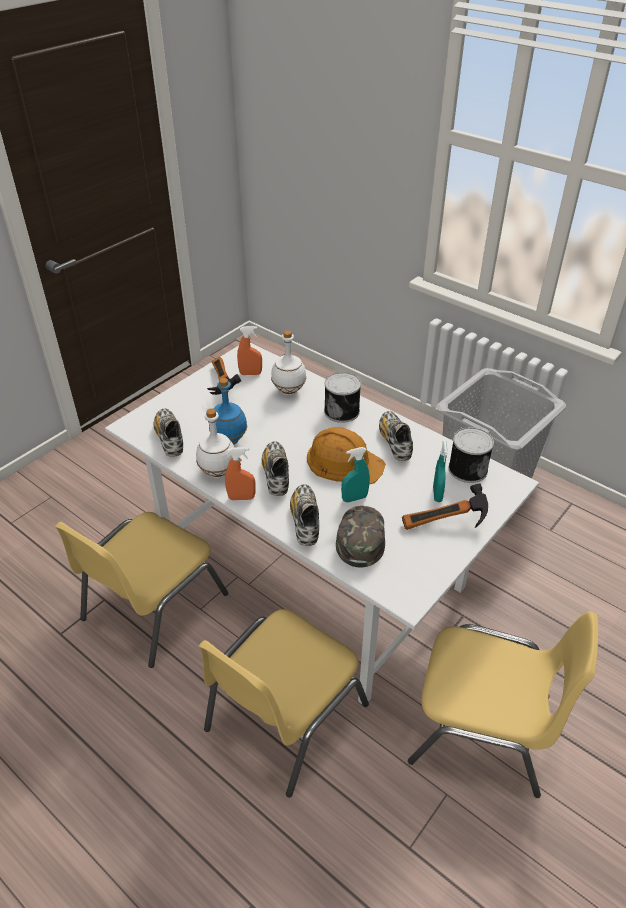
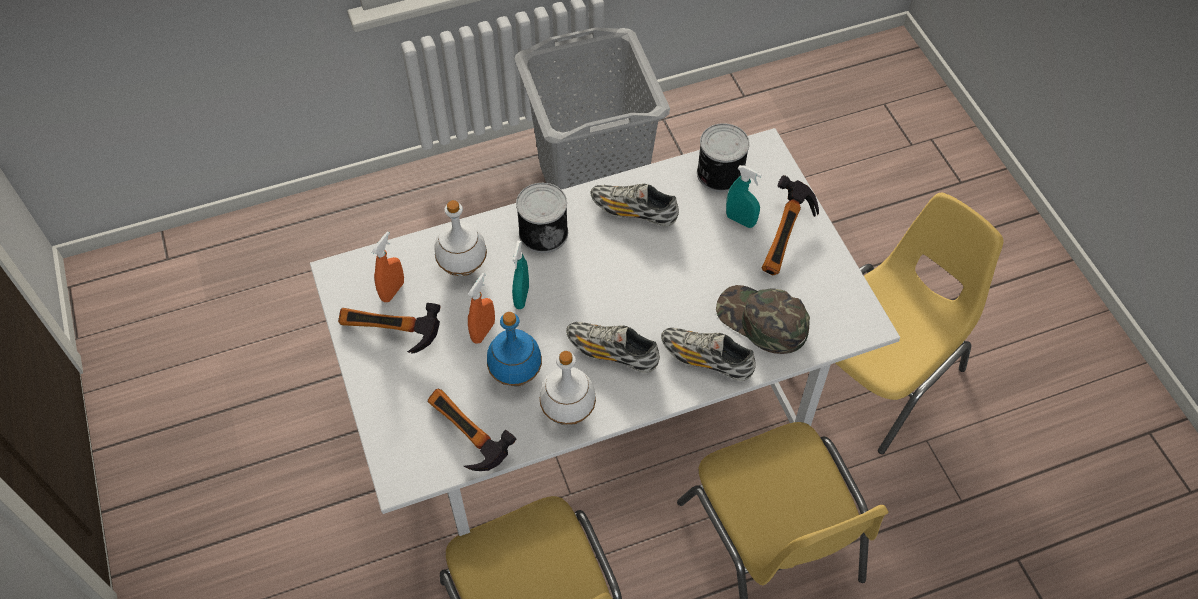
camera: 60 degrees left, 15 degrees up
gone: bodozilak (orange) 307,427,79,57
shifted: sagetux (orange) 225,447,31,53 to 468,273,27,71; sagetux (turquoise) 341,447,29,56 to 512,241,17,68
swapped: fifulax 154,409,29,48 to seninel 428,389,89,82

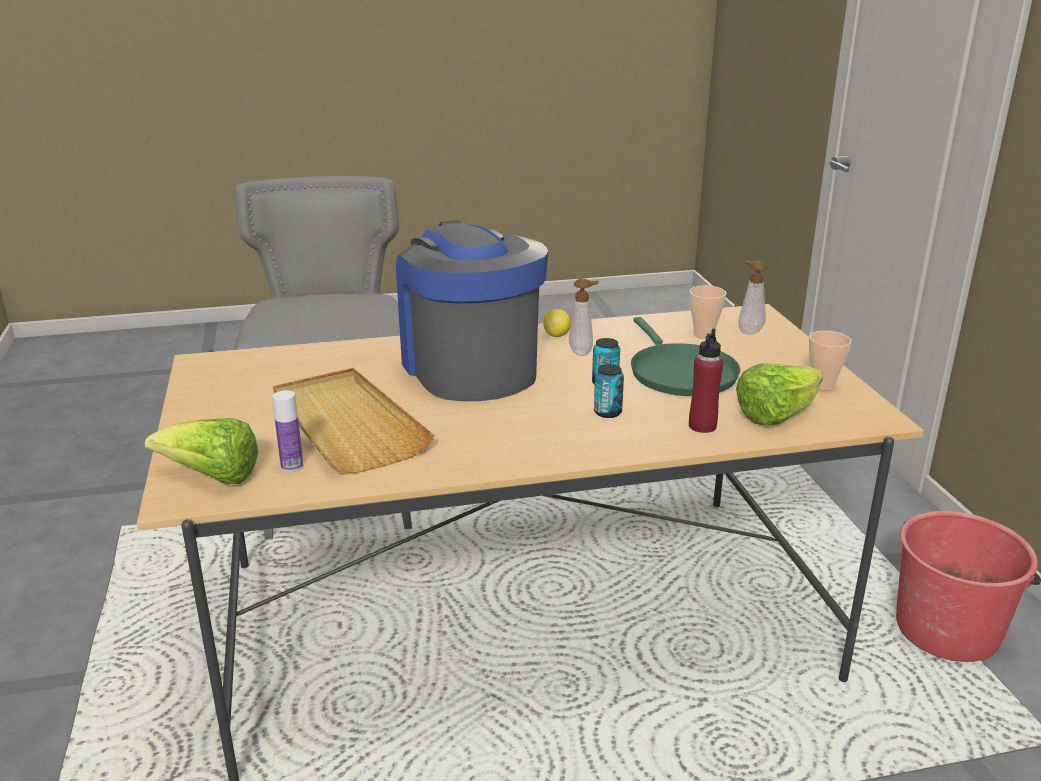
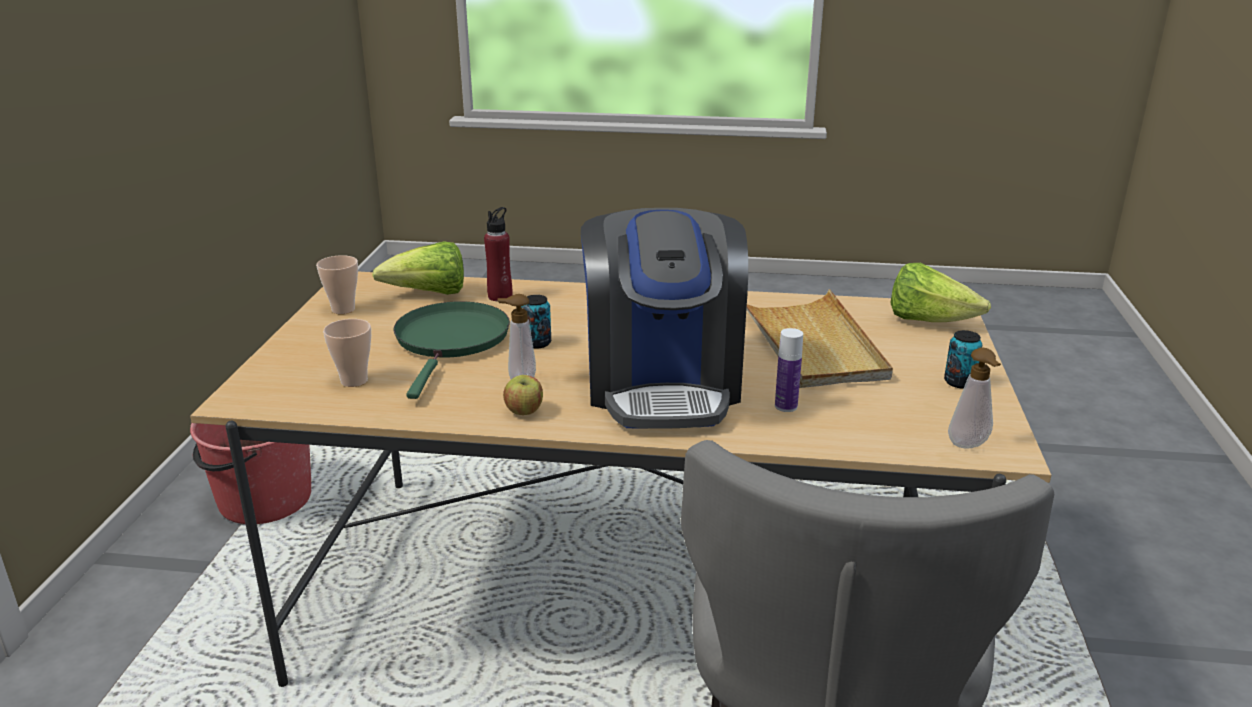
camera: 160 degrees left, 0 degrees up
shifted: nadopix 272,390,32,82 to 775,328,28,84; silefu 594,364,30,54 to 944,330,38,59; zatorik 738,260,28,75 to 948,348,53,101
swapped: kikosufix 543,309,28,28 to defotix 503,375,40,40

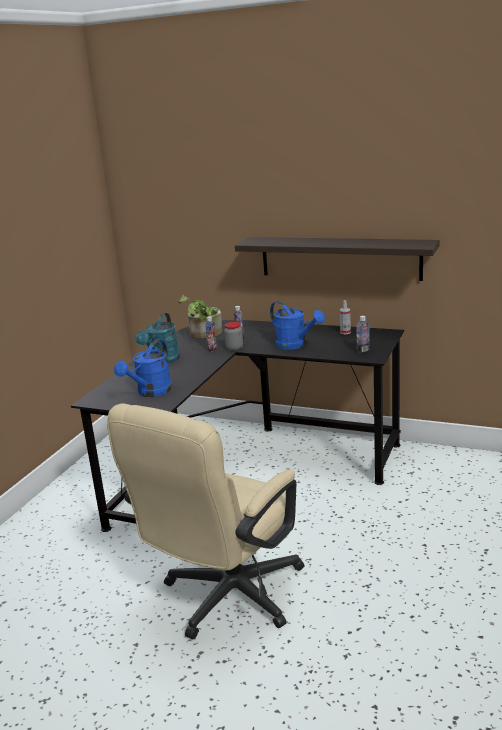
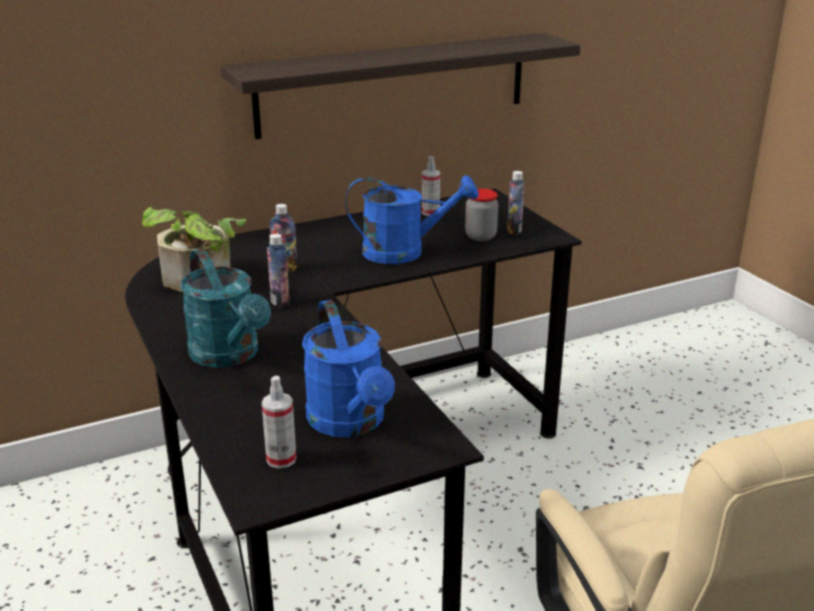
camera: 50 degrees left, 5 degrees up
new: sagetux 262,376,34,93
shifted: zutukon 224,322,19,29 to 465,189,33,52

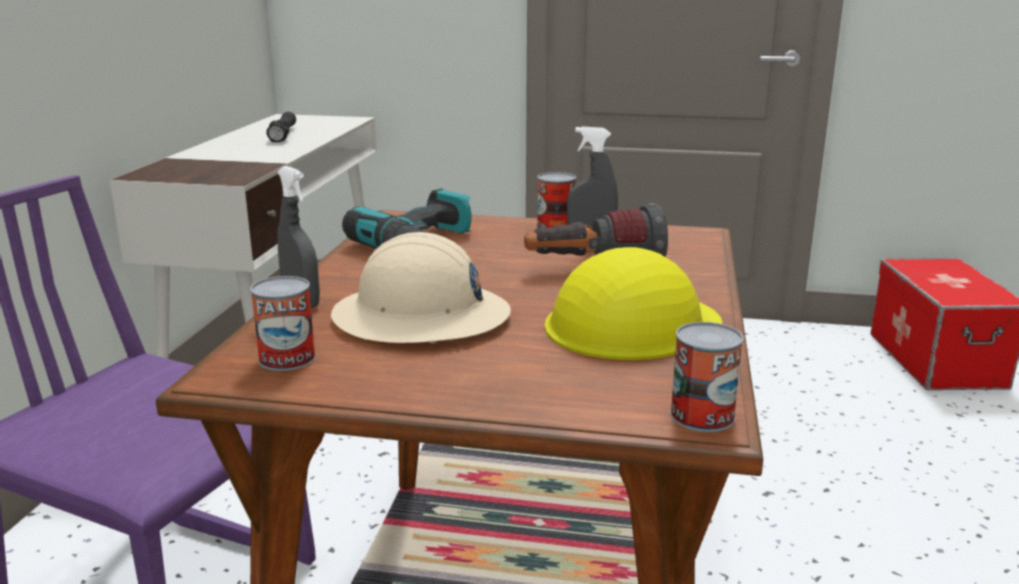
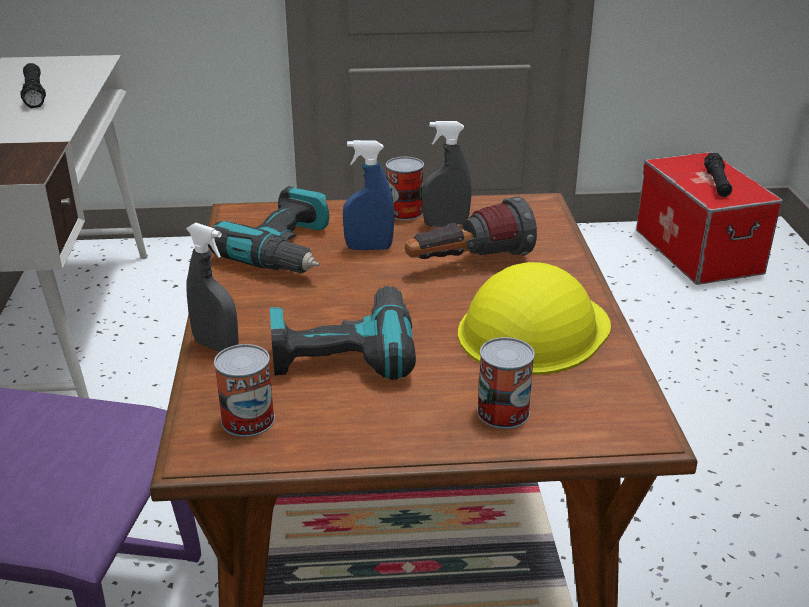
camera: 15 degrees left, 10 degrees up
new: sagetux (blue) 343,140,51,110; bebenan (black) 704,153,28,44
shifted: silefu 670,322,74,110 to 477,337,58,92
swapped: bodozilak (beige) 331,232,180,111 to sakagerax 270,286,146,94

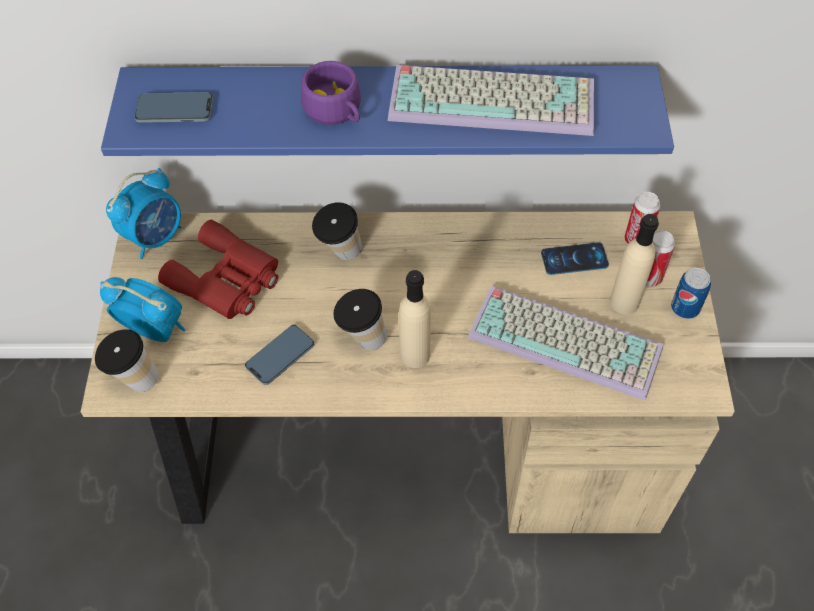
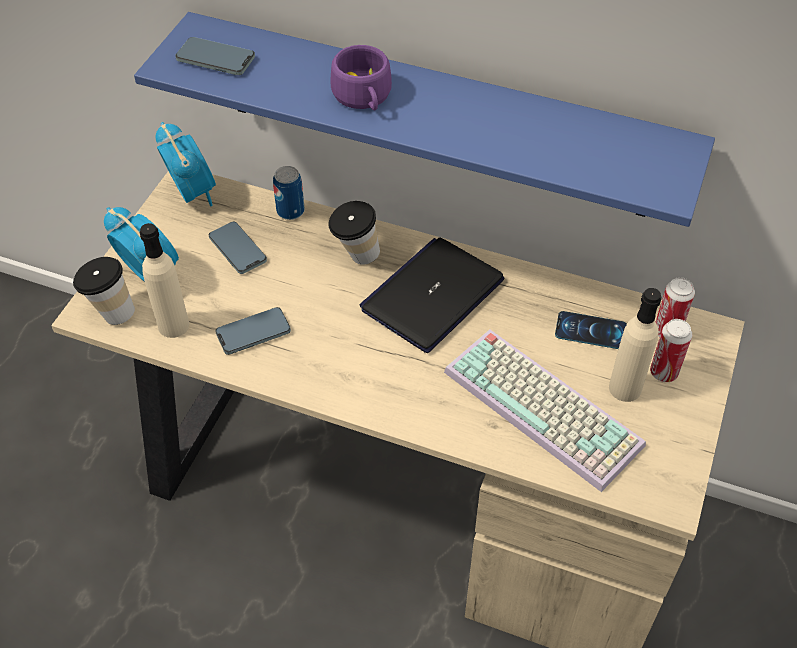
camera: 20 degrees right, 5 degrees down
gone: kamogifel 333,289,54,61; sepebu 388,65,206,71
new: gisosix 360,237,144,116
shifted: nadopix (beige) 399,270,32,98 to 140,223,49,115; silefu 671,268,40,51 to 273,166,32,54
swapped: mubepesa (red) 158,220,120,99 to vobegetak 209,222,58,52
rotated: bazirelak 106,168,75,91 = 156,122,60,84 90 degrees counterclockwise

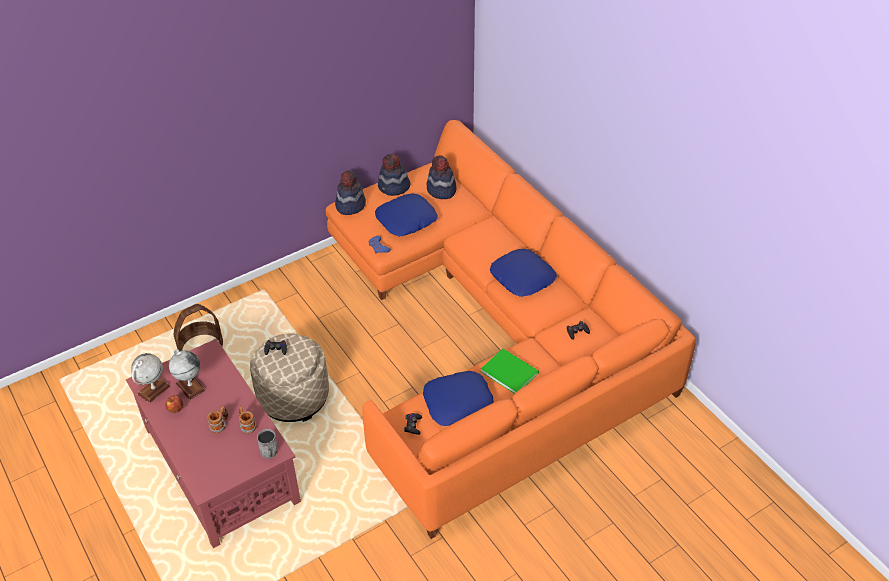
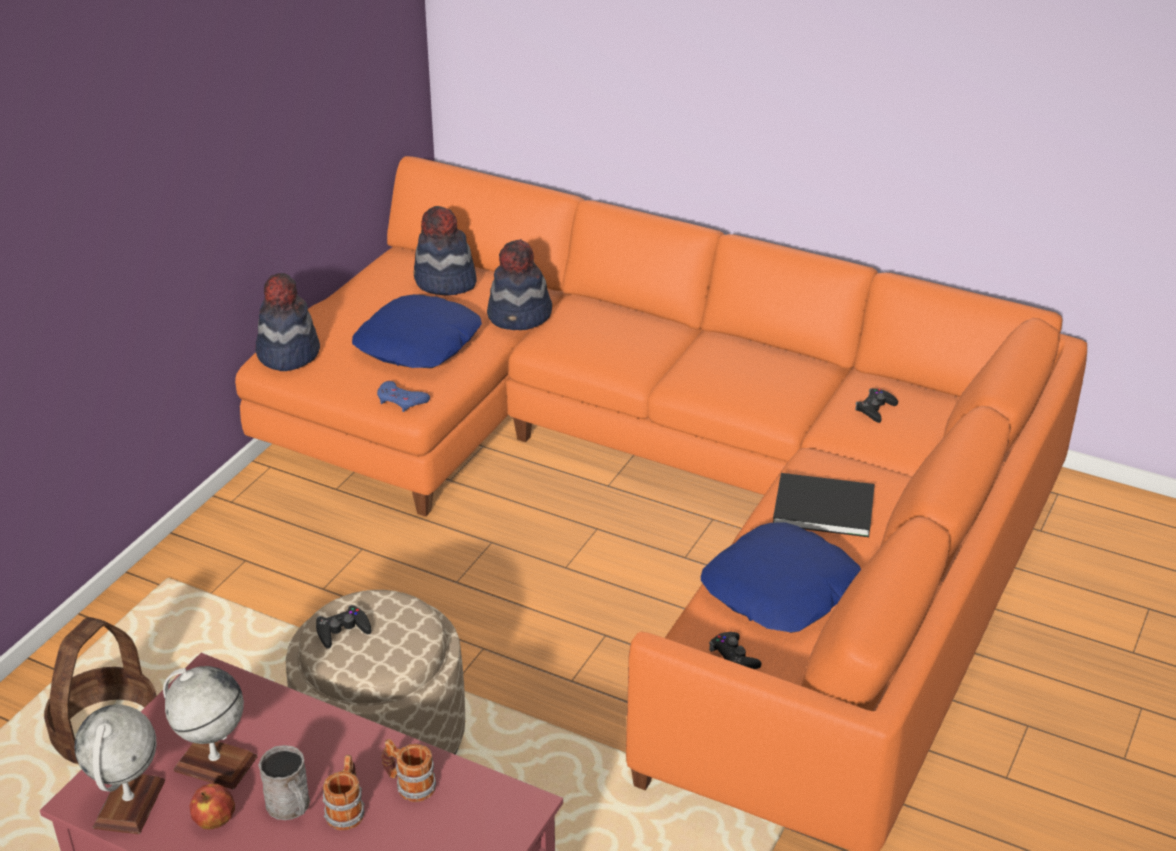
camera: 30 degrees left, 10 degrees down
gone: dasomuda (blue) 490,249,67,48
shifted: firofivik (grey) 257,429,21,30 to 258,745,52,75; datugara 378,154,33,42 to 487,239,65,91
repainted: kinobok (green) 480,349,59,45 to kinobok (black) 773,473,102,64

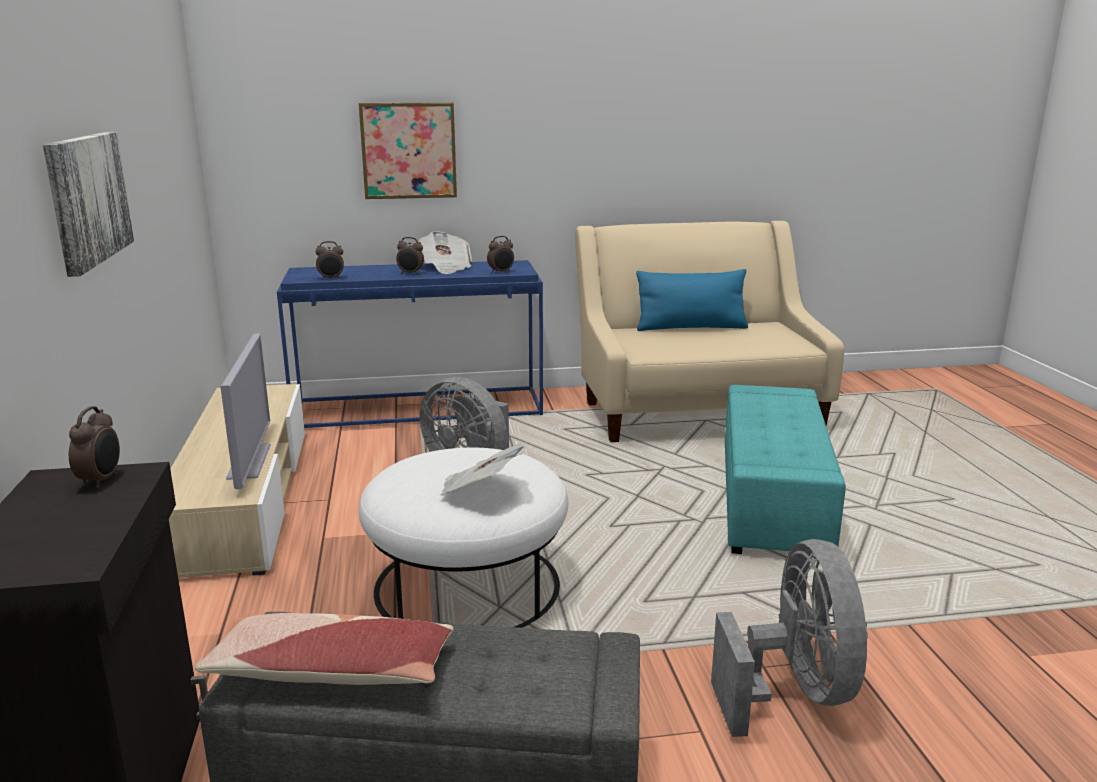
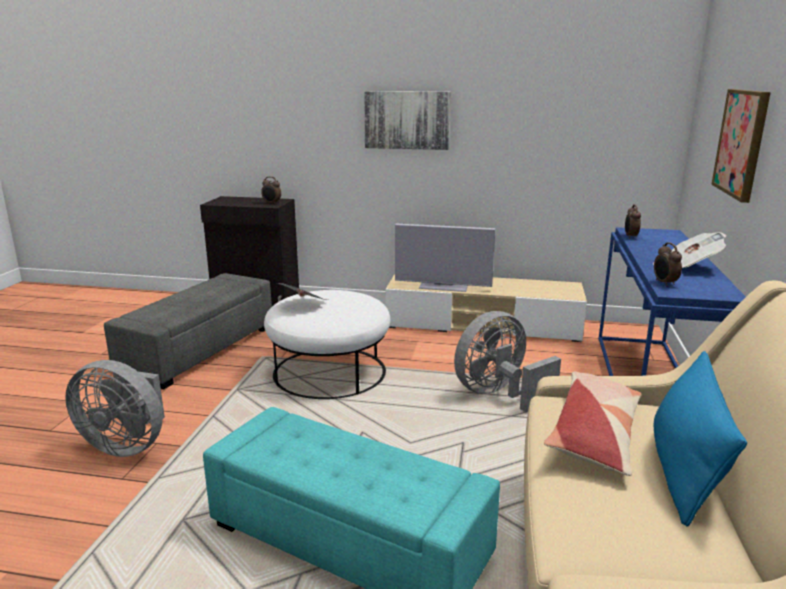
camera: 110 degrees right, 0 degrees up
gone: bazirelak 396,237,28,38
shifted: dasomuda 194,613,260,72 to 544,372,97,104

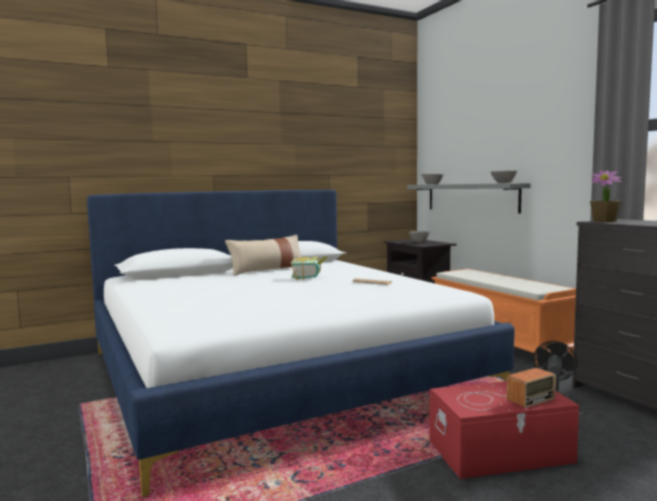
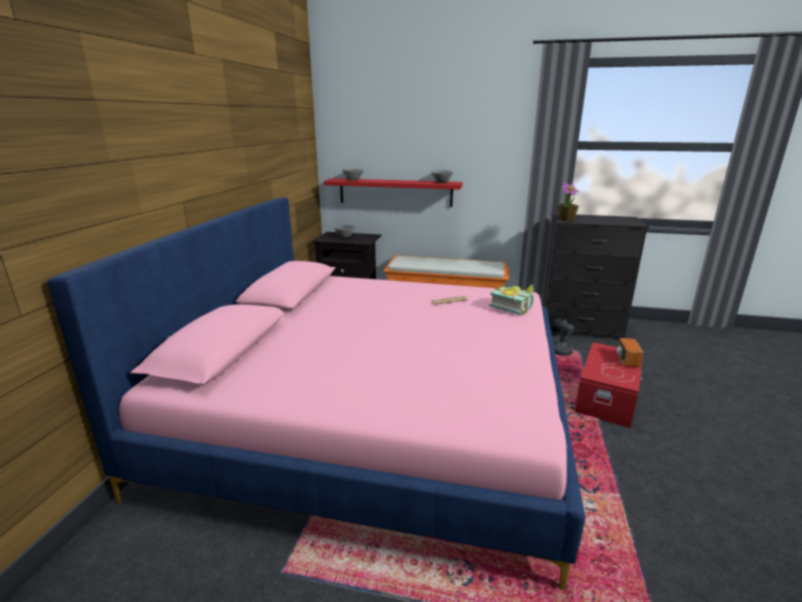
camera: 50 degrees left, 15 degrees up
gone: dasomuda (beige) 225,235,77,41
shifted: kinobok 291,256,37,24 to 489,284,45,31
repainted: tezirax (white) 87,190,428,307 to tezirax (pink) 47,198,538,392; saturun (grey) 407,183,124,31 to saturun (red) 324,178,139,29

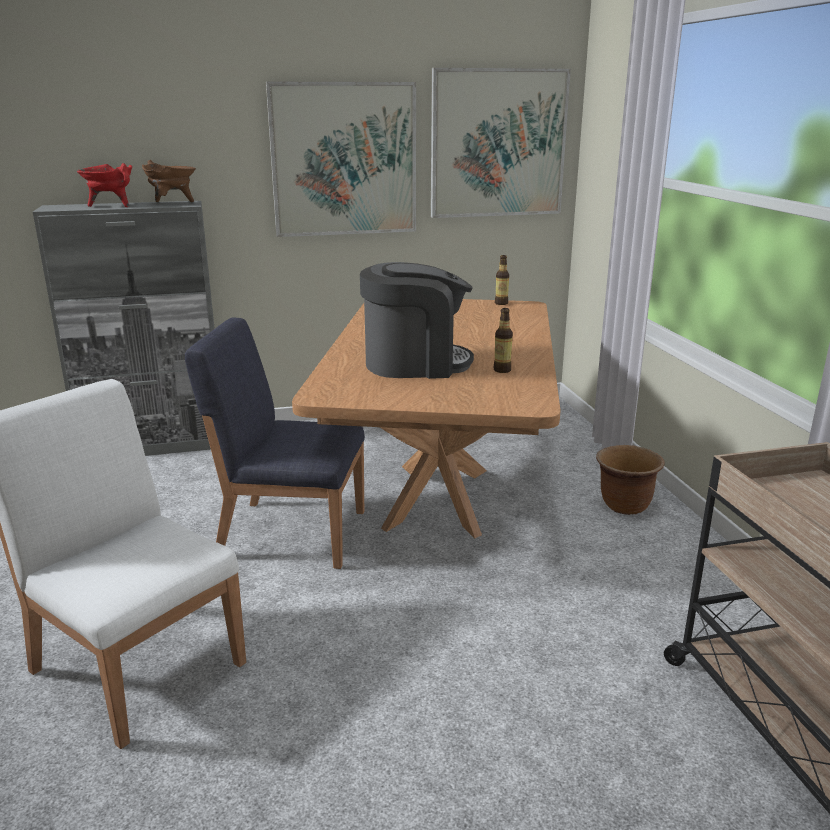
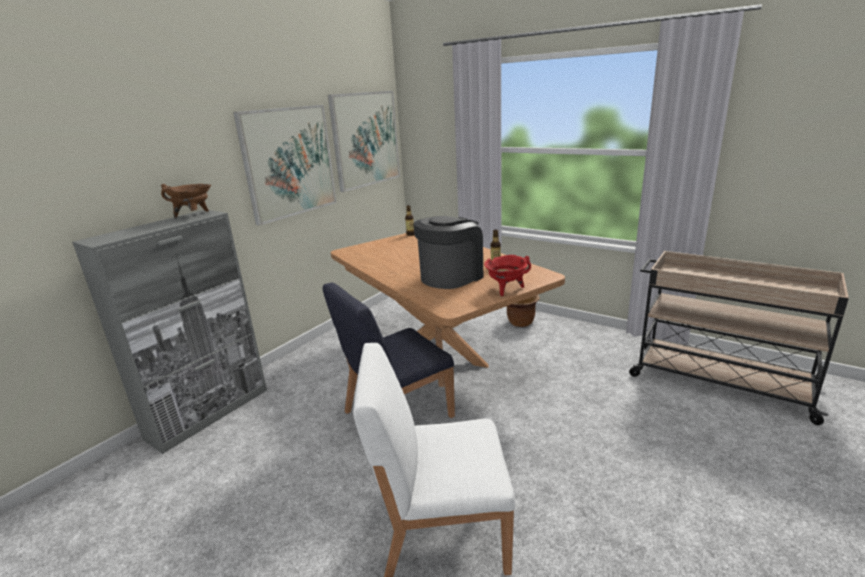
camera: 40 degrees left, 0 degrees up
shifted: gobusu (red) 77,163,55,44 to 484,255,47,41

